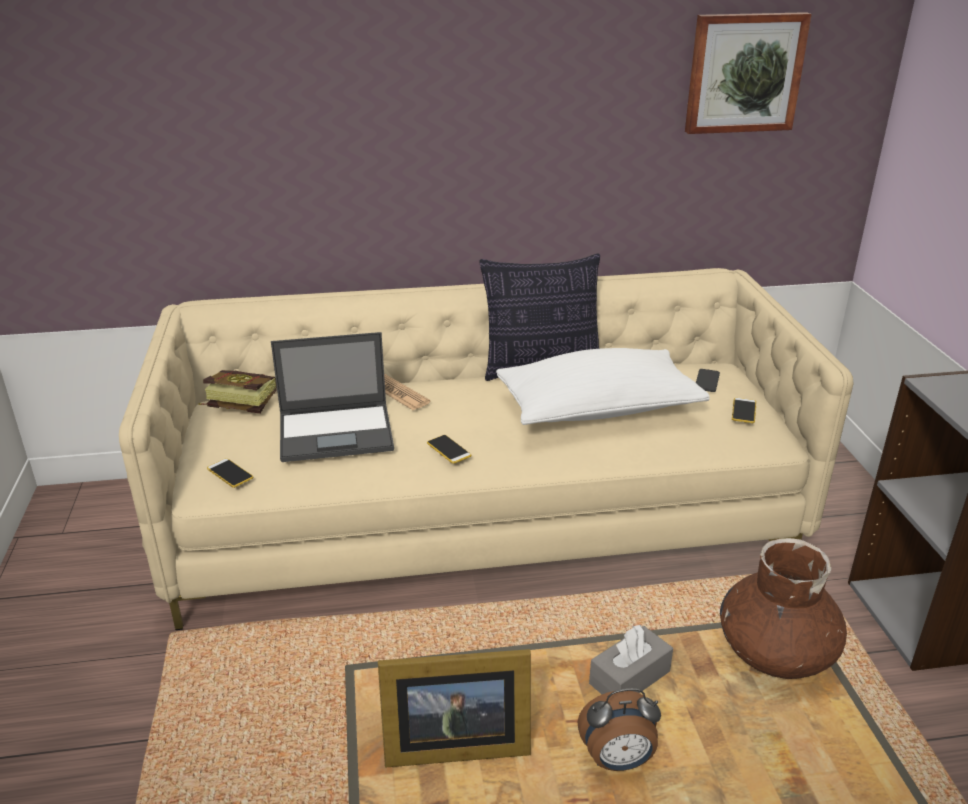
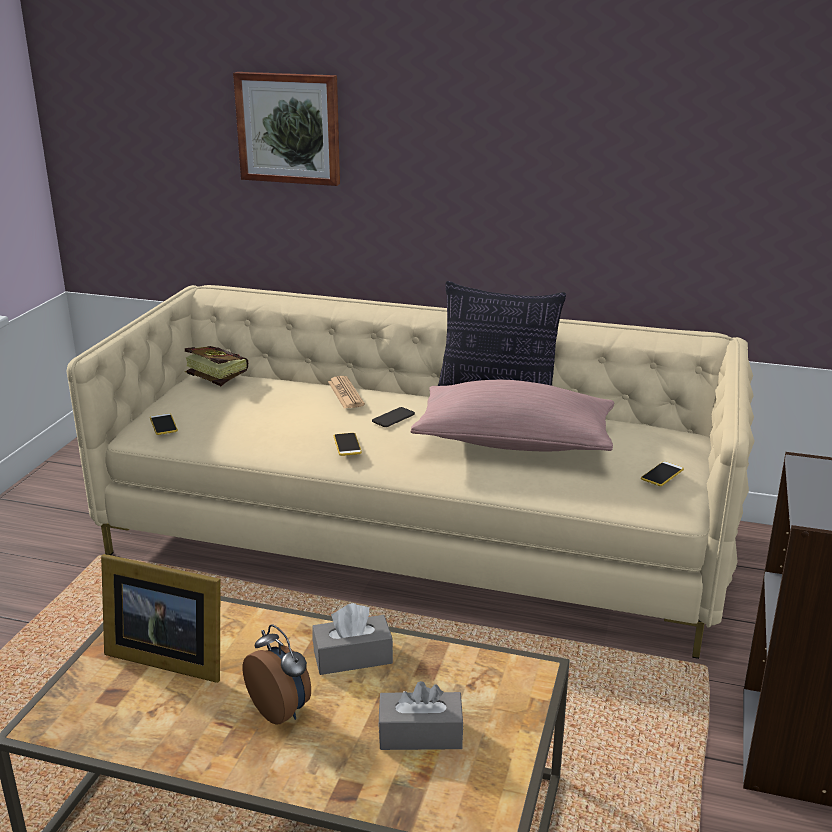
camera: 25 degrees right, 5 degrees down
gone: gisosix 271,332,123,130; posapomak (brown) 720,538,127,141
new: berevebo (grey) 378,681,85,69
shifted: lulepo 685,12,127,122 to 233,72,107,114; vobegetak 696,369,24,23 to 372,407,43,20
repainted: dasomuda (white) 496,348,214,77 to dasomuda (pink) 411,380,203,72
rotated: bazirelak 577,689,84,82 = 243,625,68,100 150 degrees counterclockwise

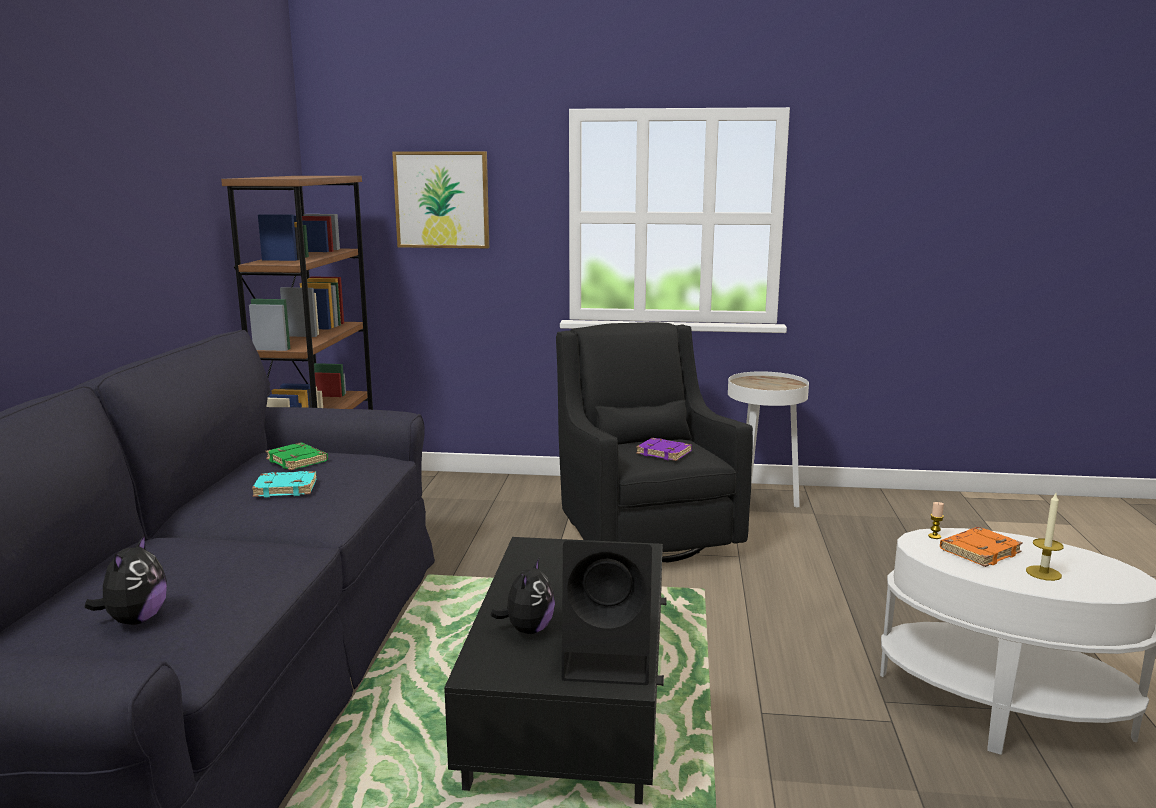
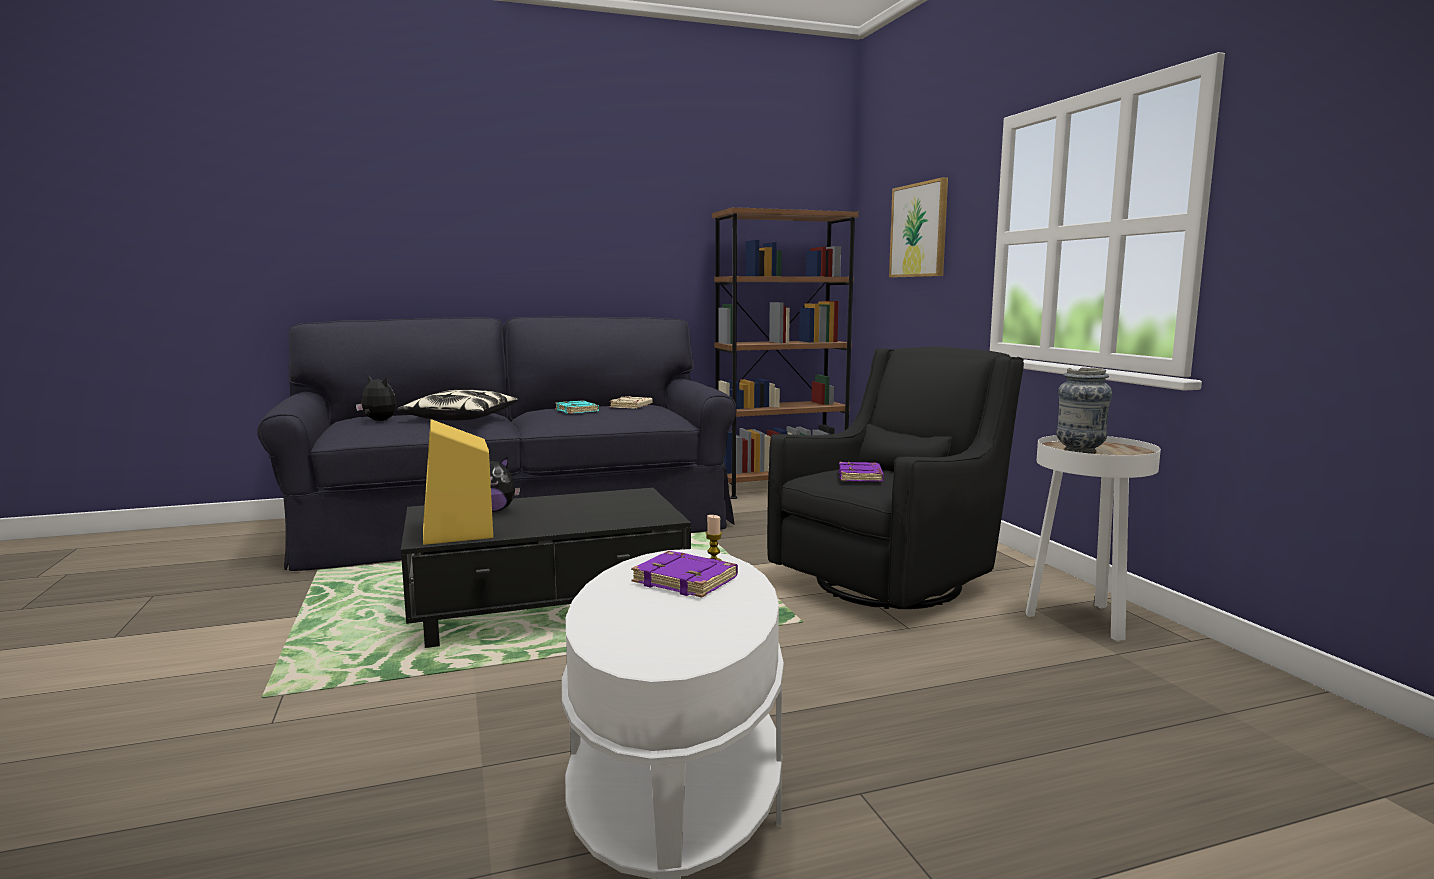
camera: 65 degrees right, 5 degrees down
gone: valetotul 1026,493,38,88
new: dasomuda 397,390,121,30; posapomak 1056,368,56,86
repainted: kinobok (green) 265,443,63,27 to kinobok (beige) 609,396,44,13; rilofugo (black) 562,541,90,144 to rilofugo (yellow) 423,419,70,126; kinobok (orange) 940,527,83,40 to kinobok (purple) 631,551,107,47
rotated: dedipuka 85,534,82,91 = 356,375,41,46 135 degrees counterclockwise

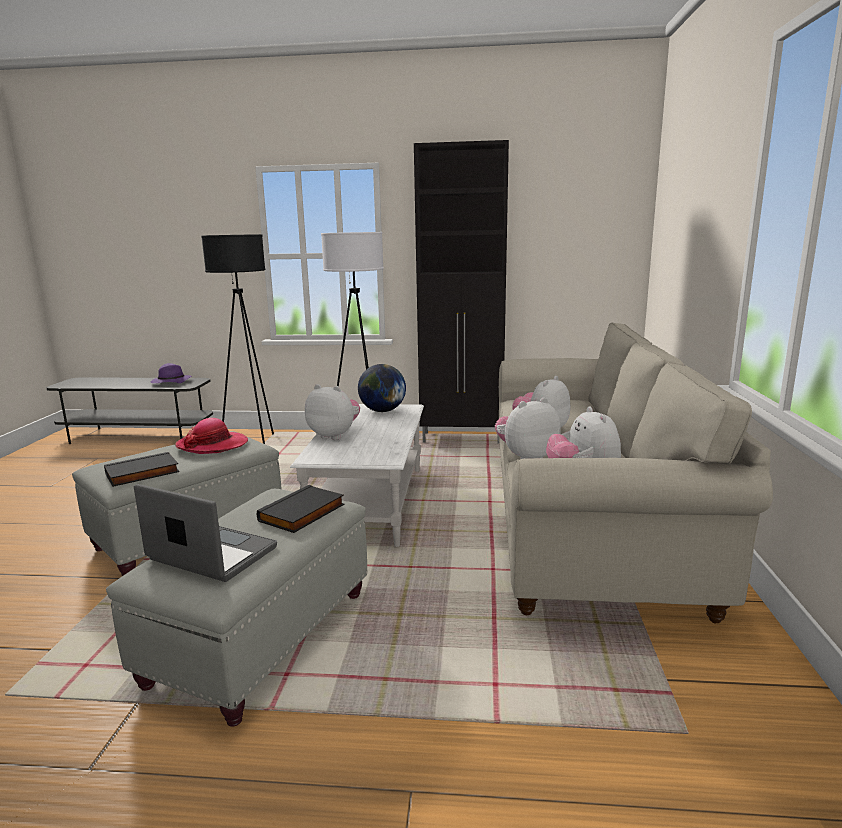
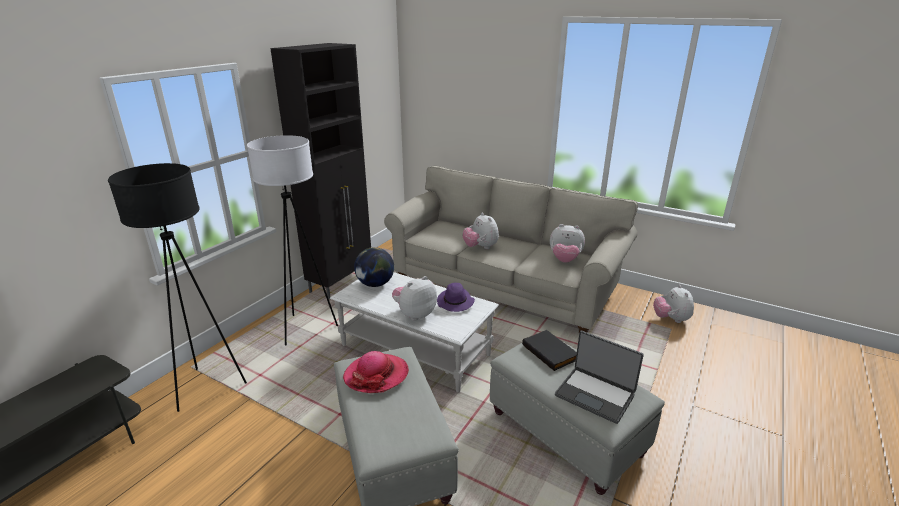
camera: 65 degrees left, 10 degrees up
gone: kinobok (black) 104,452,76,35
shifted: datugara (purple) 151,363,41,20 to 437,283,38,29; dedipuka 495,397,65,62 to 653,285,41,38
rotated: gisosix 134,484,143,98 = 555,331,89,93 105 degrees counterclockwise

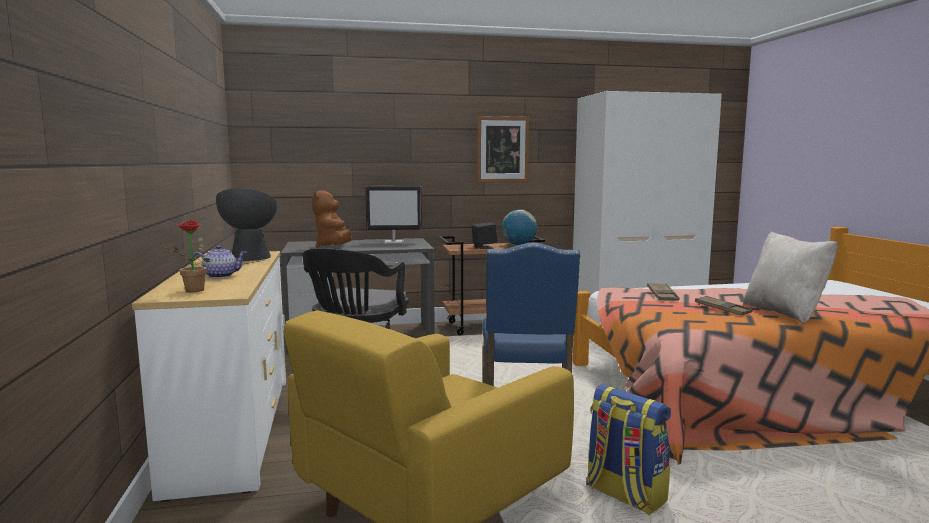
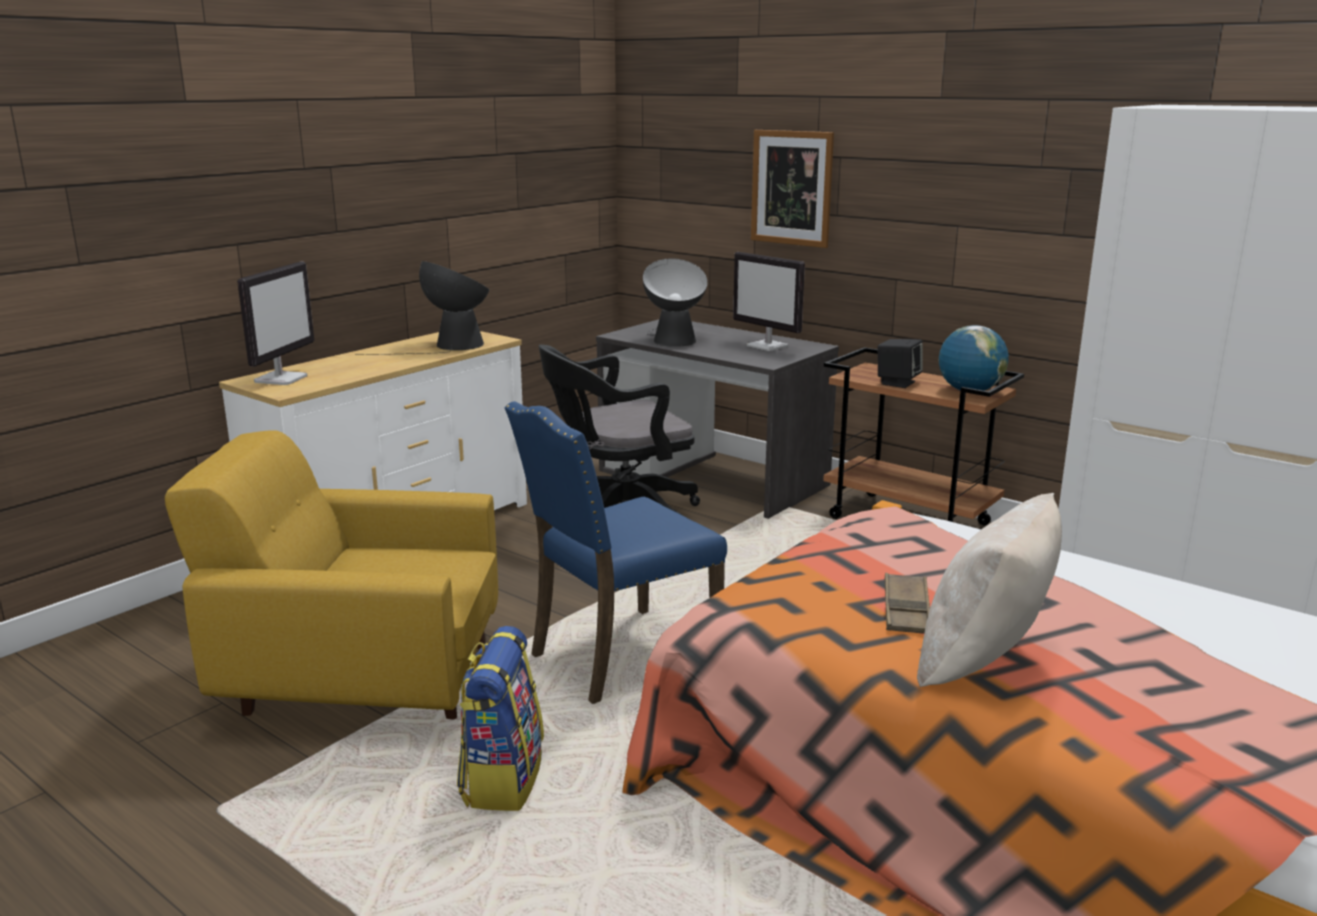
camera: 50 degrees right, 10 degrees up
gone: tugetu 190,245,57,33; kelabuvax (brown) 647,283,32,17
shifted: lulepo 477,116,52,67 to 751,130,83,118
swapped: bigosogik 159,220,51,72 to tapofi 237,261,77,124; dedipuka (brown) 312,190,40,58 to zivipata 643,258,65,89

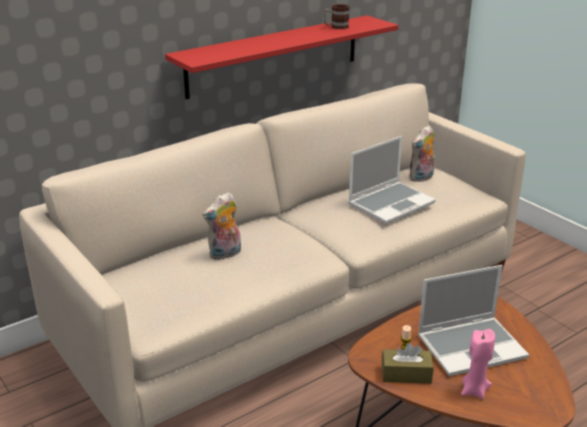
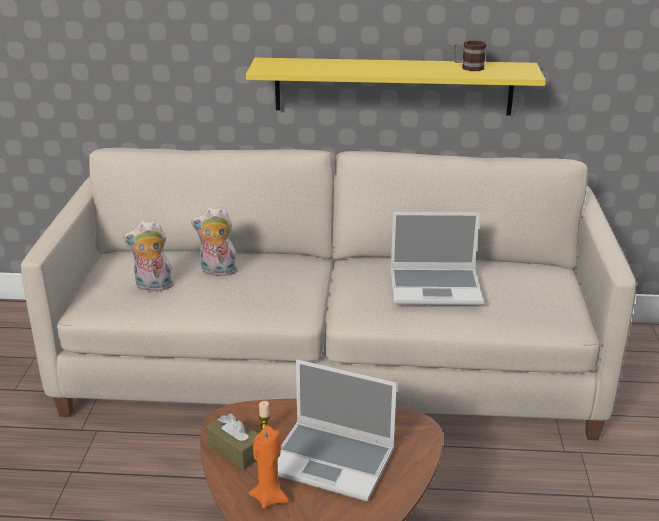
camera: 40 degrees right, 0 degrees up
shifted: dedipuka 409,125,26,57 to 123,220,51,73
repainted: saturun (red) 165,15,234,84 to saturun (yellow) 246,58,300,57; valetotul (pink) 461,329,34,70 to valetotul (orange) 249,426,40,83

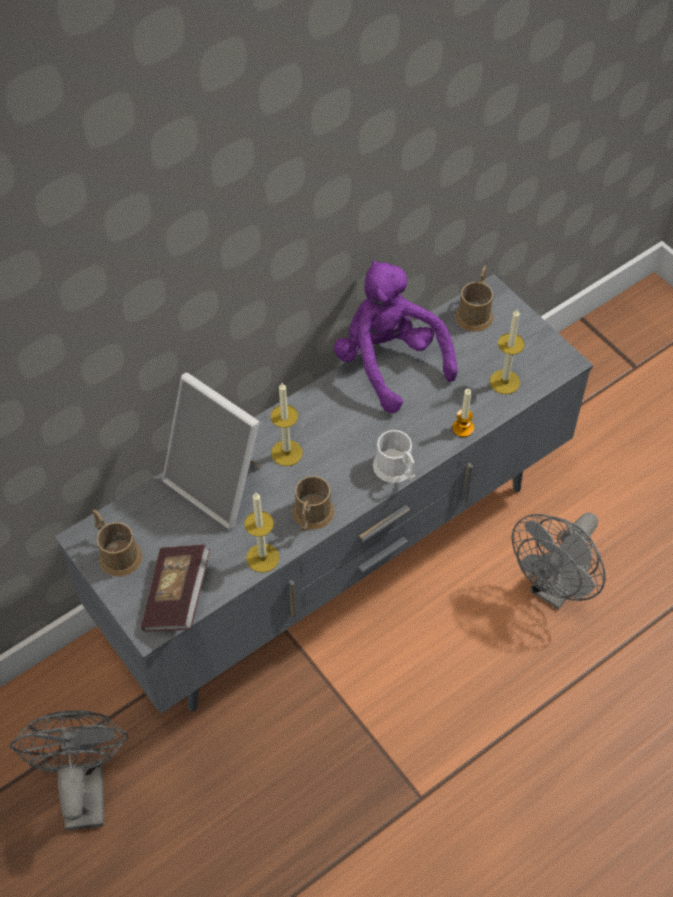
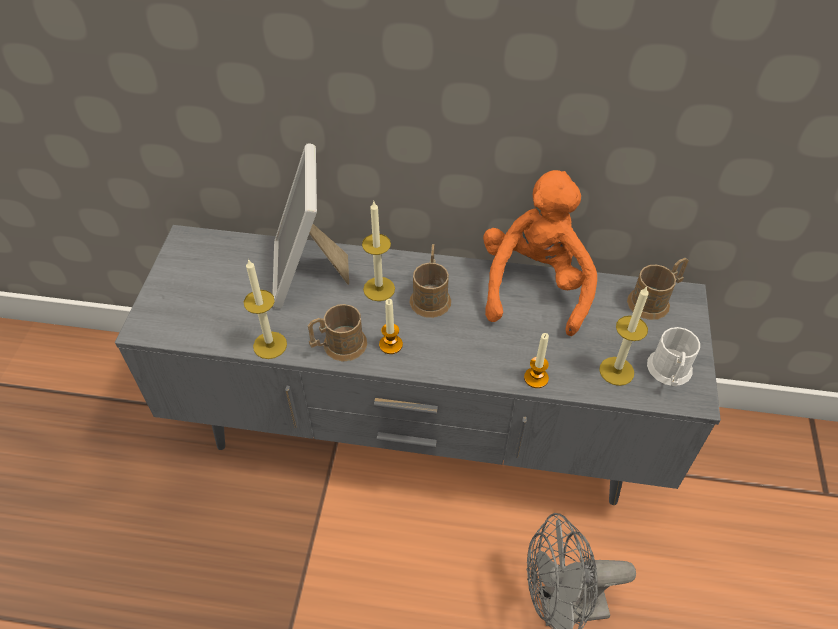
camera: 45 degrees right, 5 degrees down
gone: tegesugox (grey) 10,710,118,121; kinobok 141,545,69,87
new: valetotul 379,299,24,55
shifted: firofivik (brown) 92,510,50,67 to 409,244,42,74; firofivik (white) 373,430,42,53 to 647,327,53,59
repainted: dedipuka (purple) 334,260,123,153 to dedipuka (orange) 483,170,114,166

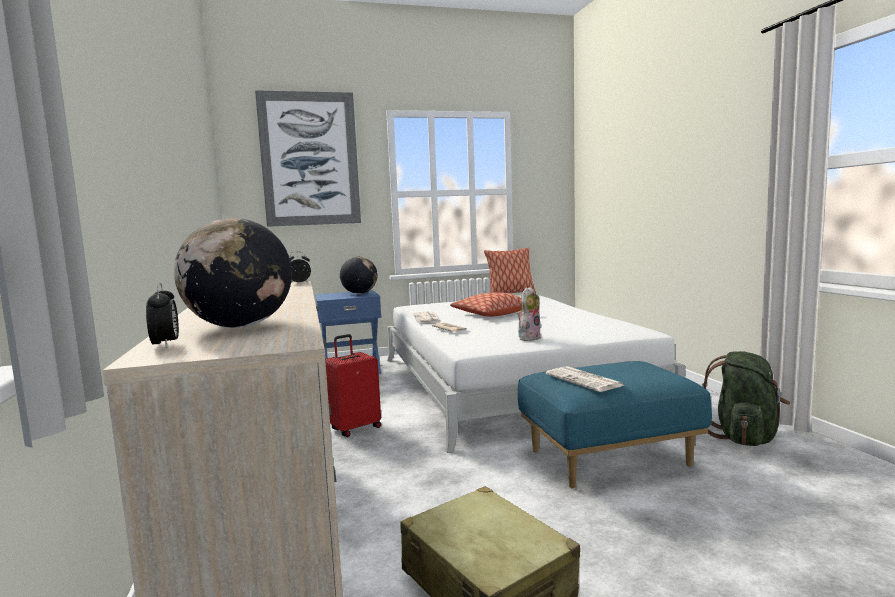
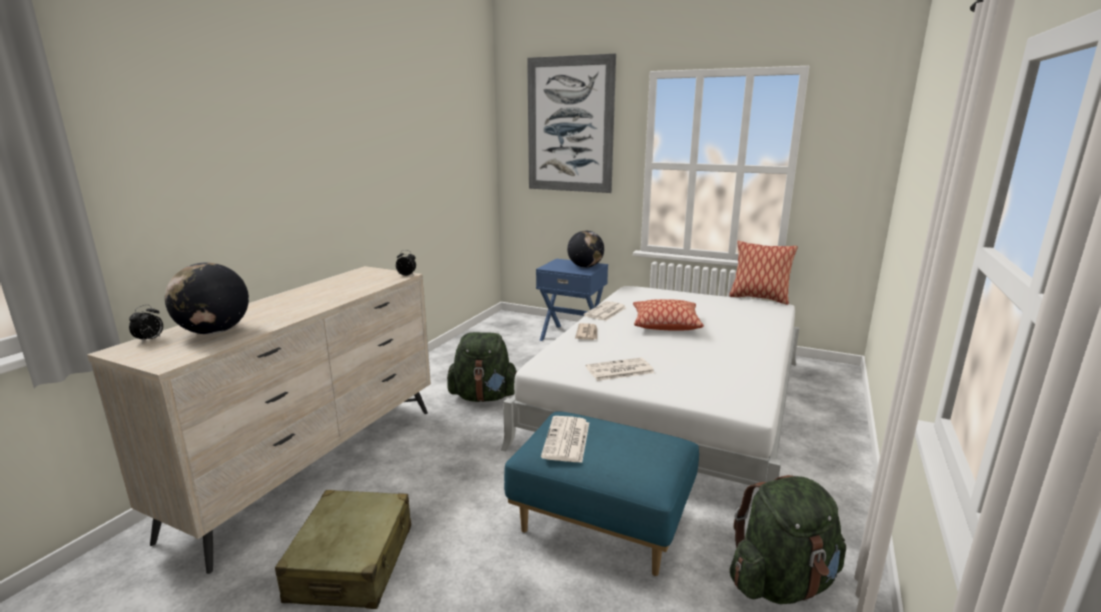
camera: 40 degrees right, 10 degrees up
swapped: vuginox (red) 325,334,56,103 to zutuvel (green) 447,332,70,70; dedipuka 518,287,23,54 to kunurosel 586,358,69,23

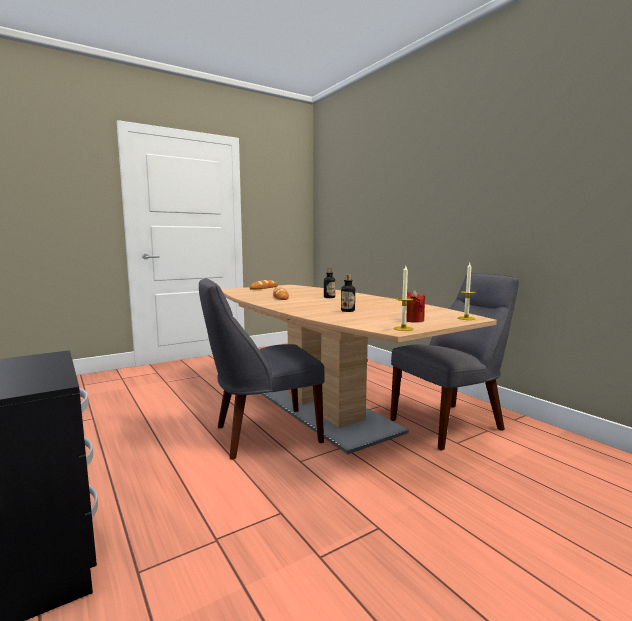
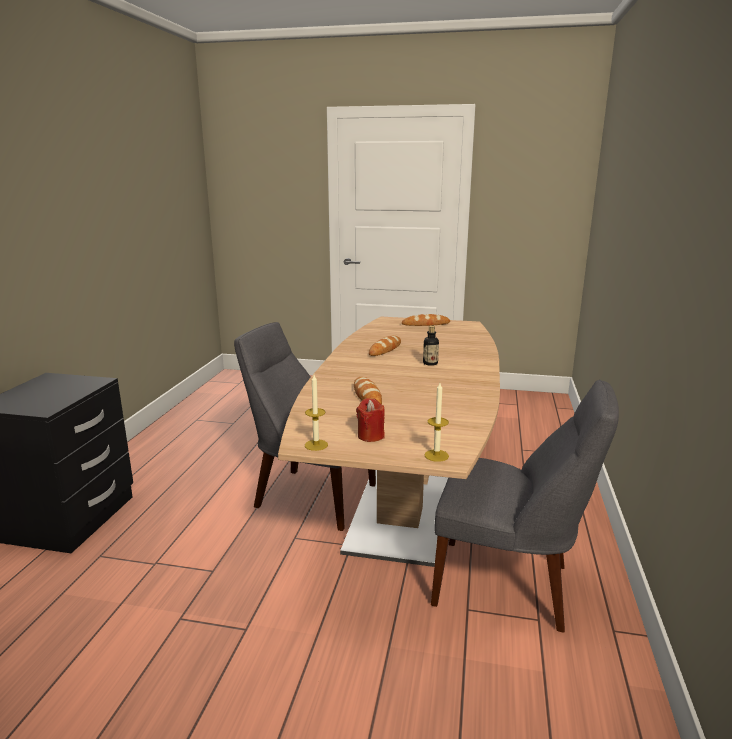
camera: 45 degrees right, 10 degrees up
swapped: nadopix 341,274,14,38 to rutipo 354,377,28,28

